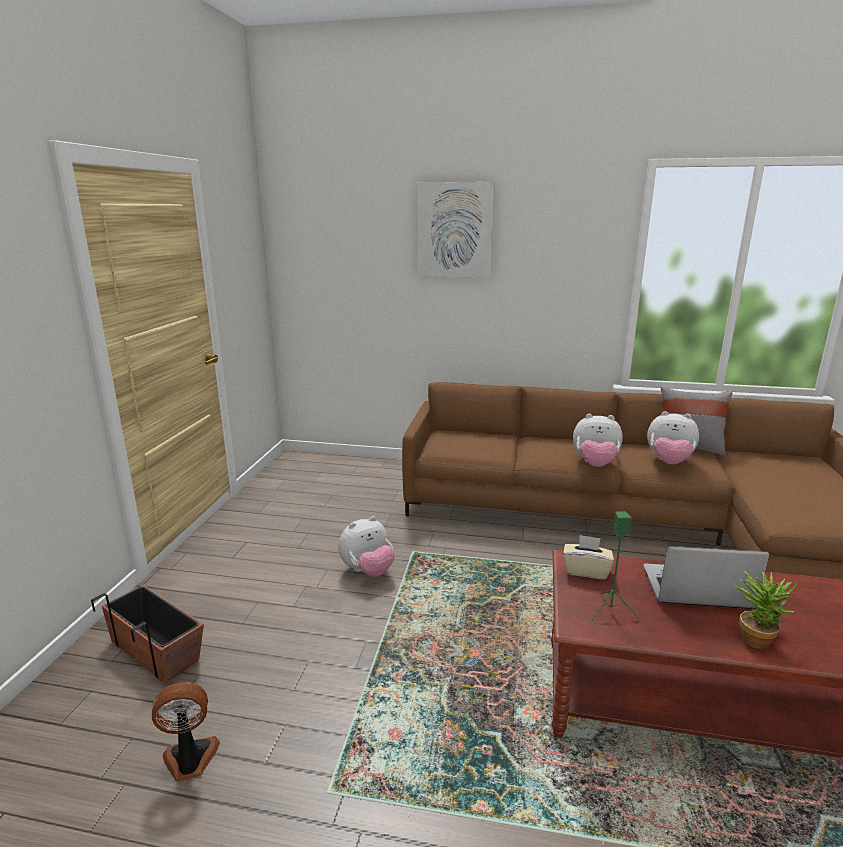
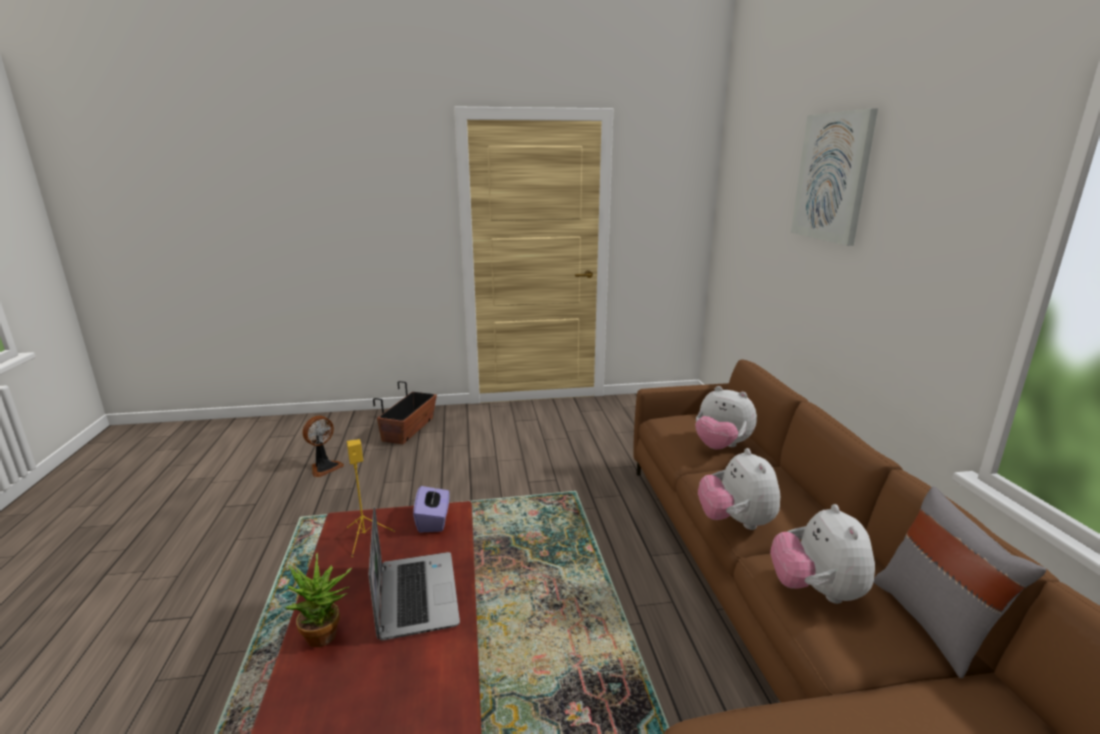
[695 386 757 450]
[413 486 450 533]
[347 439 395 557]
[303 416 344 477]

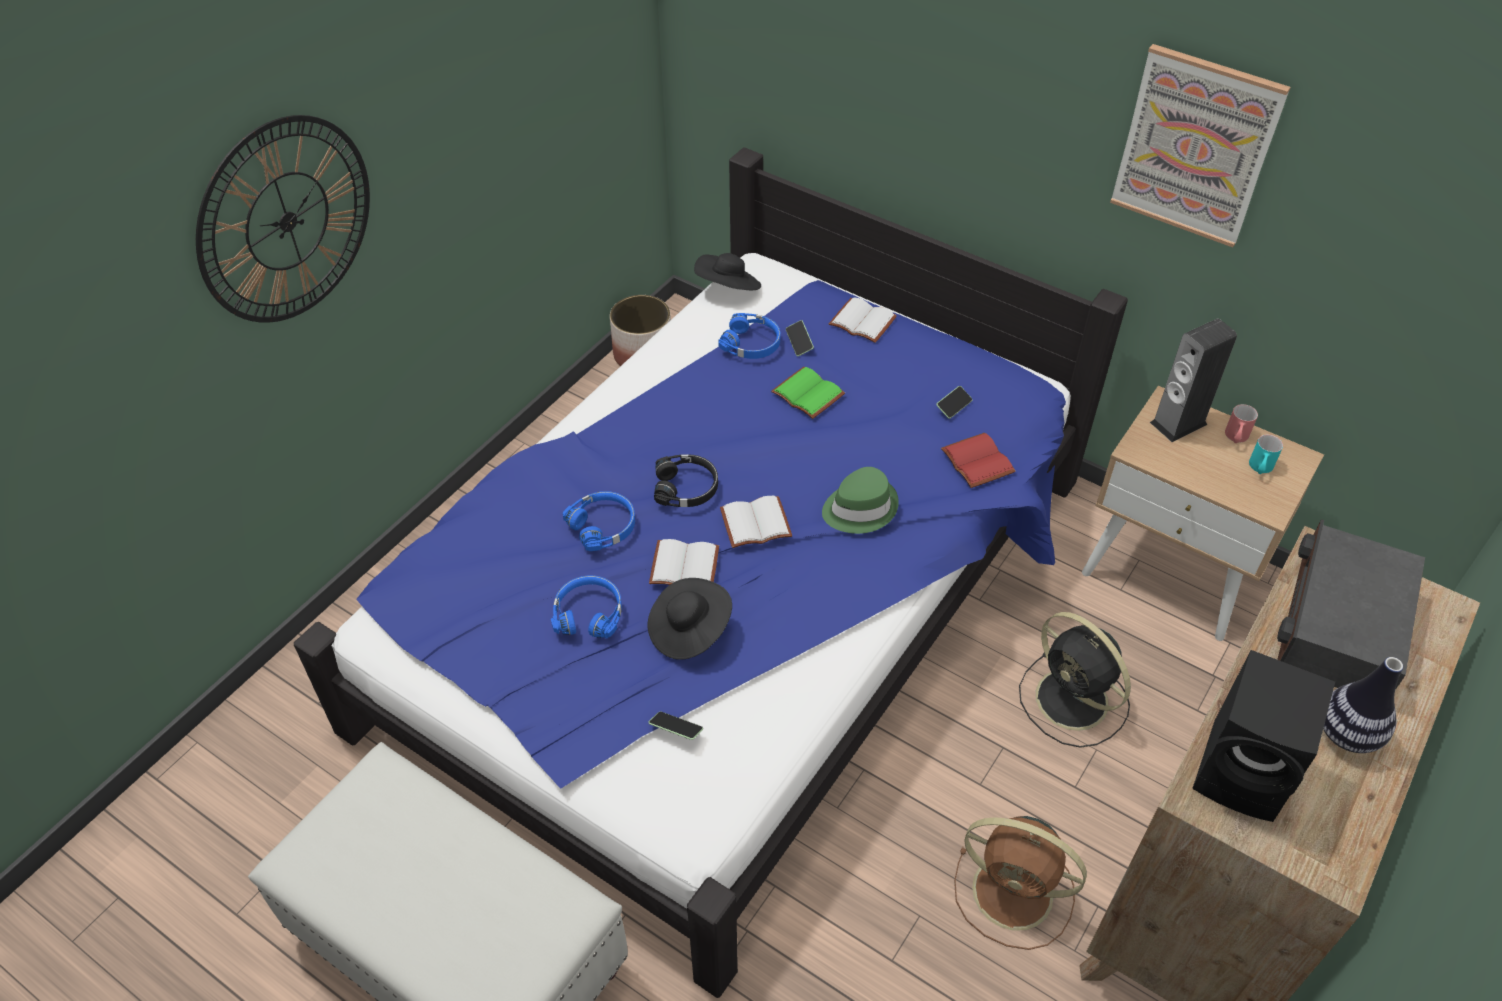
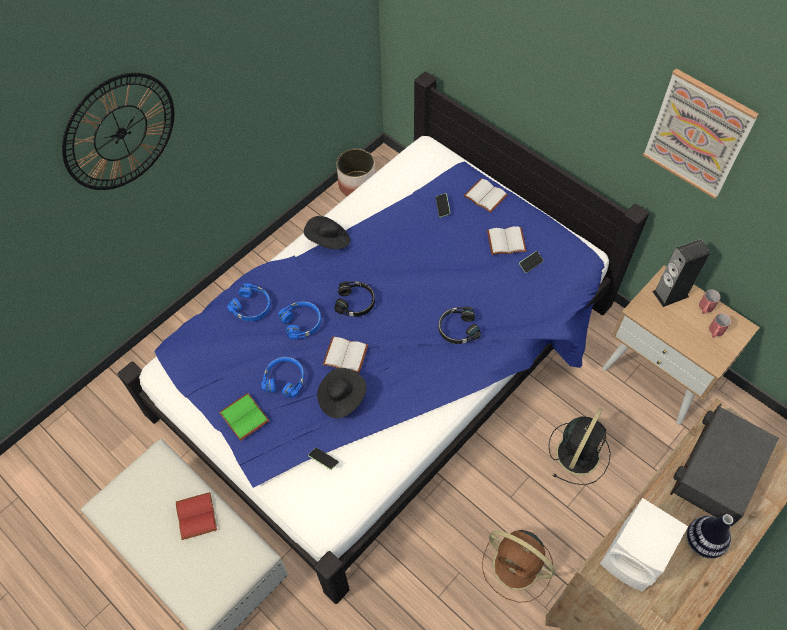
[304 216 350 249]
[227 283 271 321]
[487 226 526 255]
[219 393 269 441]
[176 492 217 540]
[438 307 481 344]
[600 498 688 592]
[709 313 731 338]
[549 408 611 485]

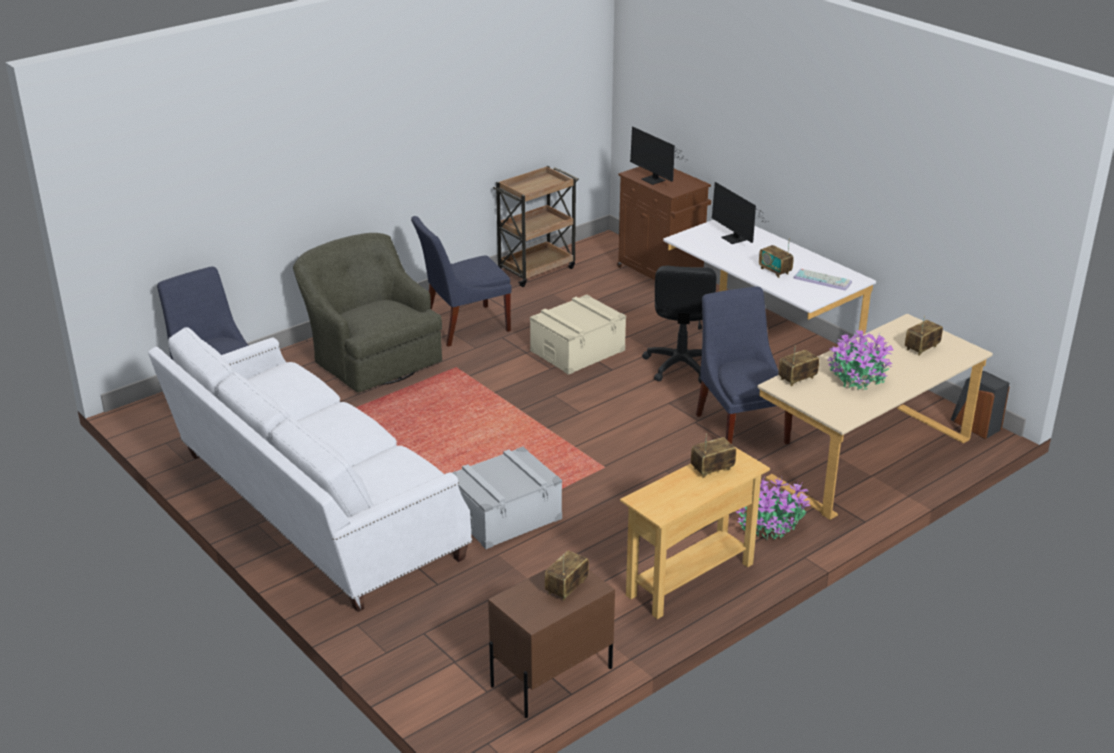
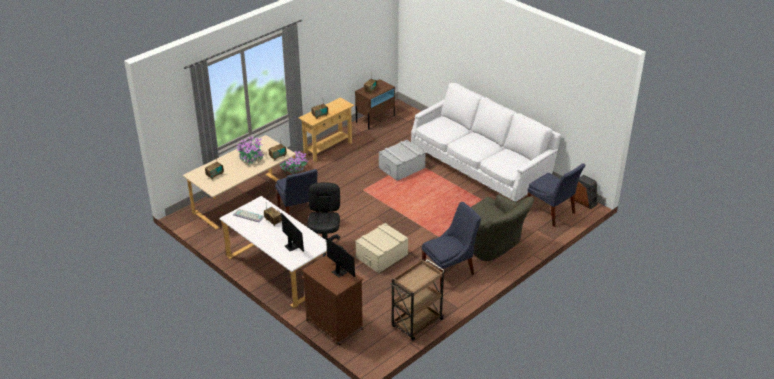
[574 175 597 209]

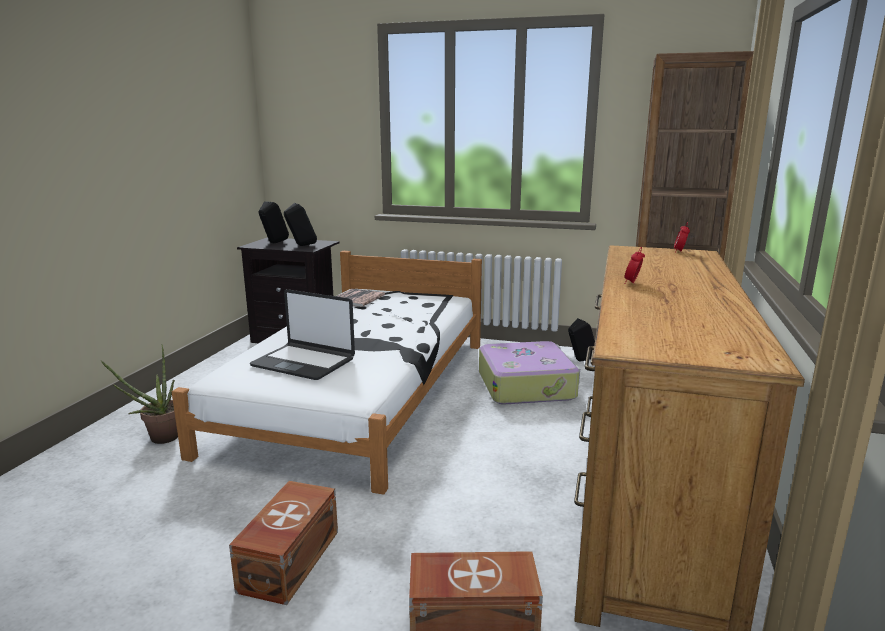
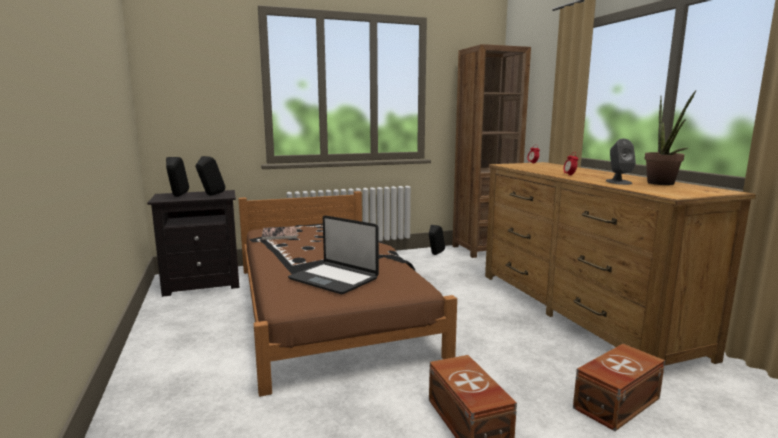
[479 341 580 404] (first image)
[606 139 636 185]
[645 91 696 185]
[238 191 457 397]
[288 215 379 294]

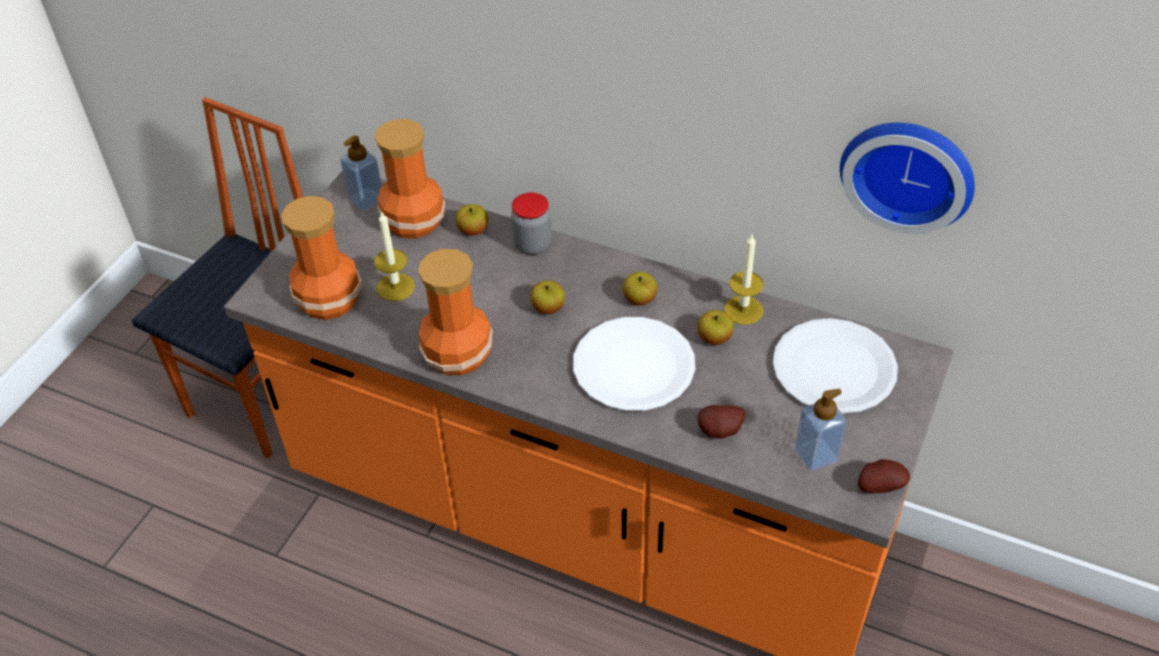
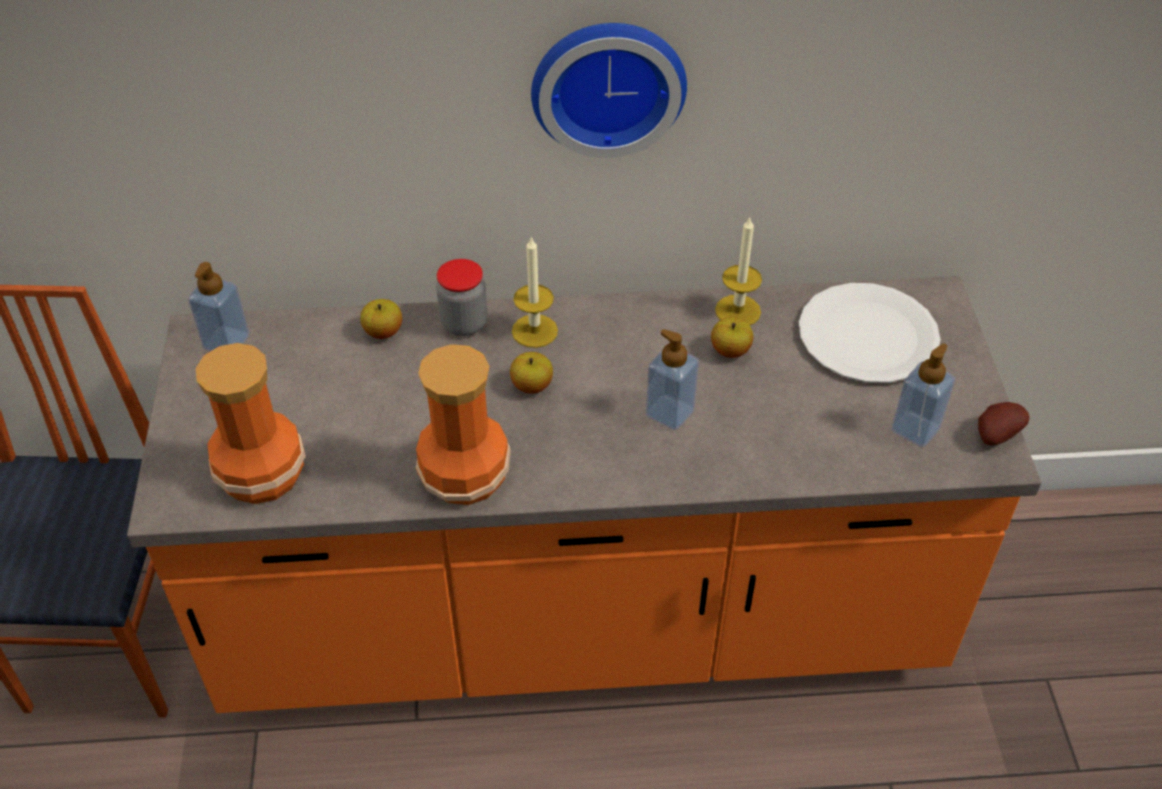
[375 119 445 238] (first image)
[623 272 657 305] (first image)
[697 405 746 439] (first image)
[512 236 558 348]
[531 23 687 158]
[646 329 699 430]

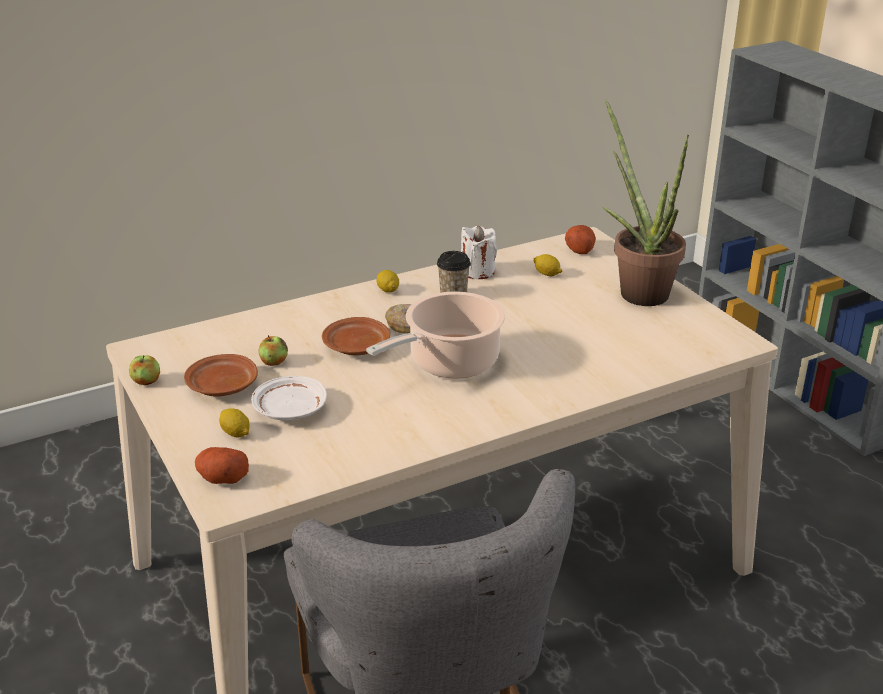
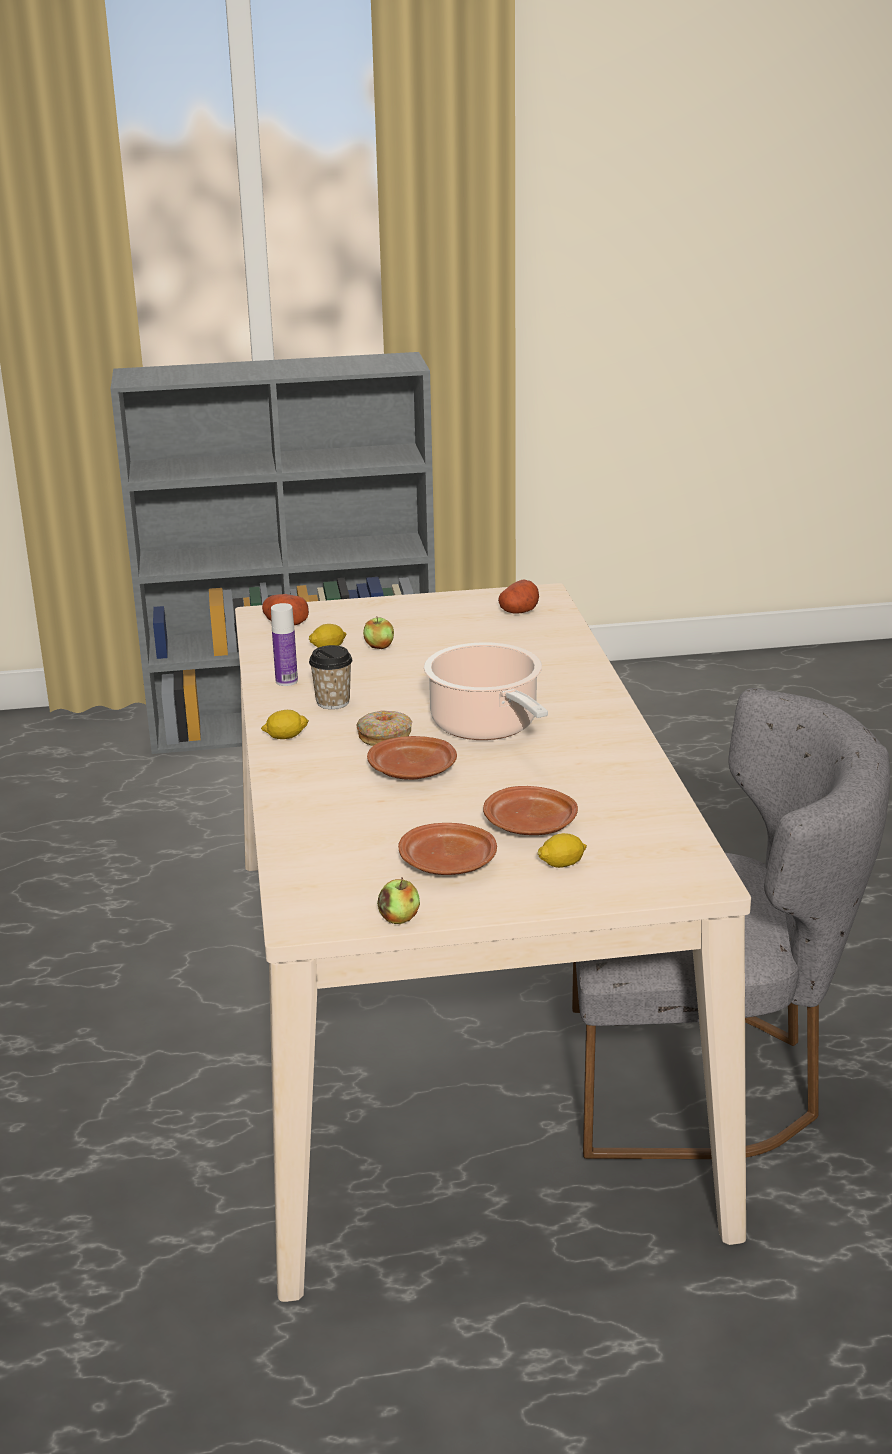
[602 99 689 306] (first image)
[498 579 539 614]
[363 616 394 649]
[271 603 298 686]
[483 786 578 835]

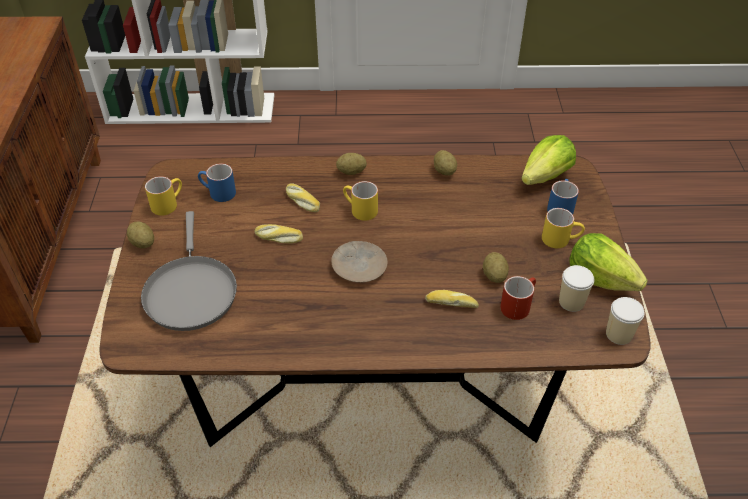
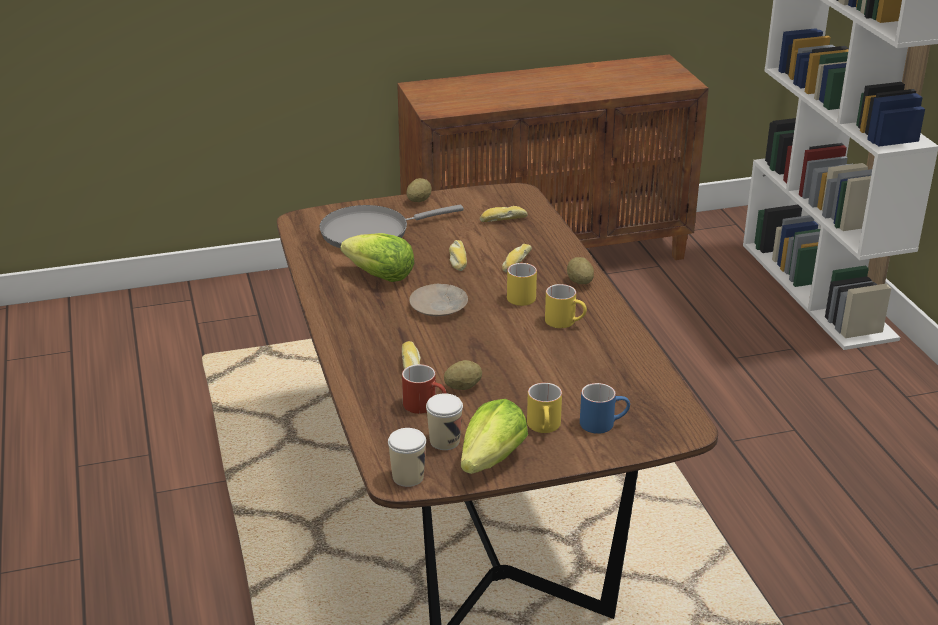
[434 150 457 176] (first image)
[545 284 587 328]
[340 233 414 282]
[480 206 528 222]

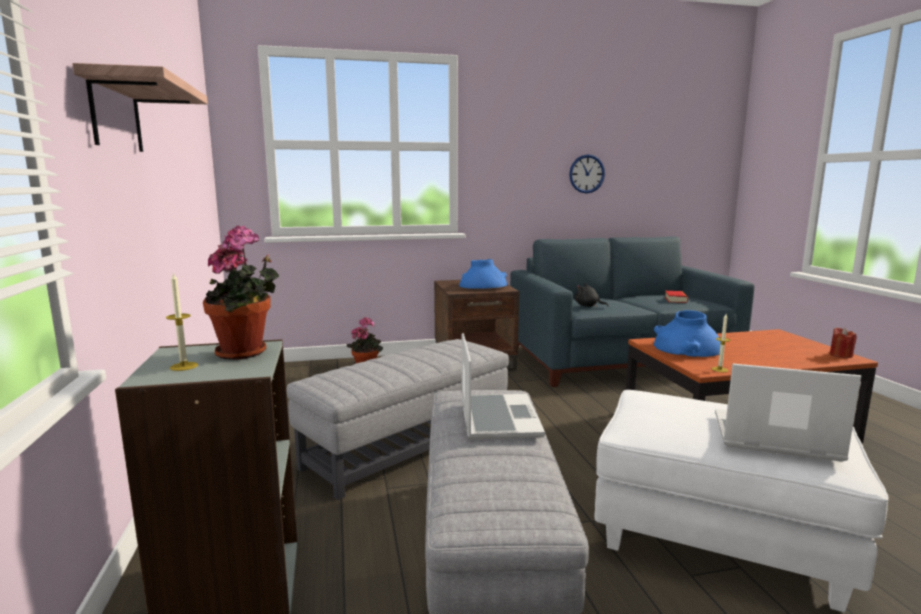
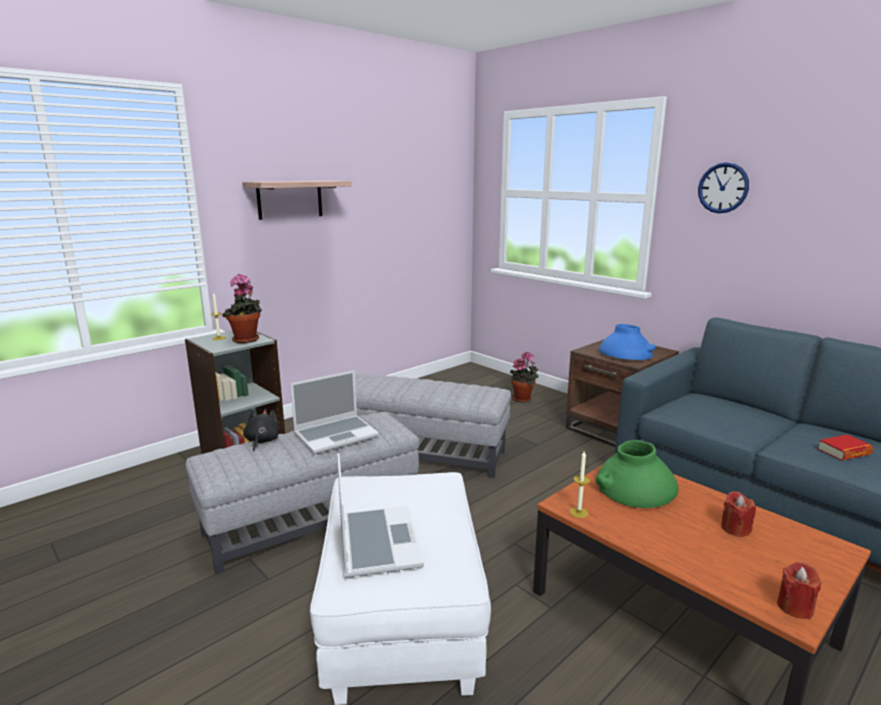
[721 491 756 537]
[698 162 749 213]
[243 409 279 452]
[596 440 678 508]

